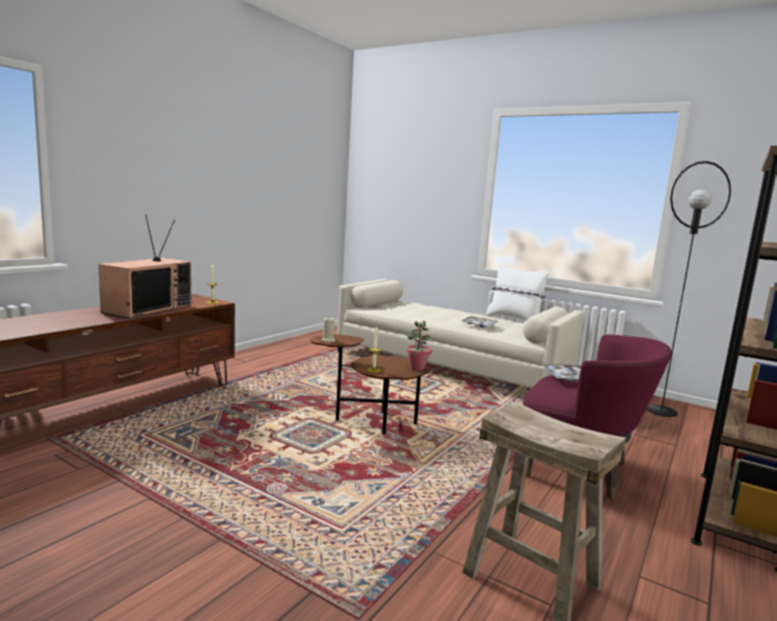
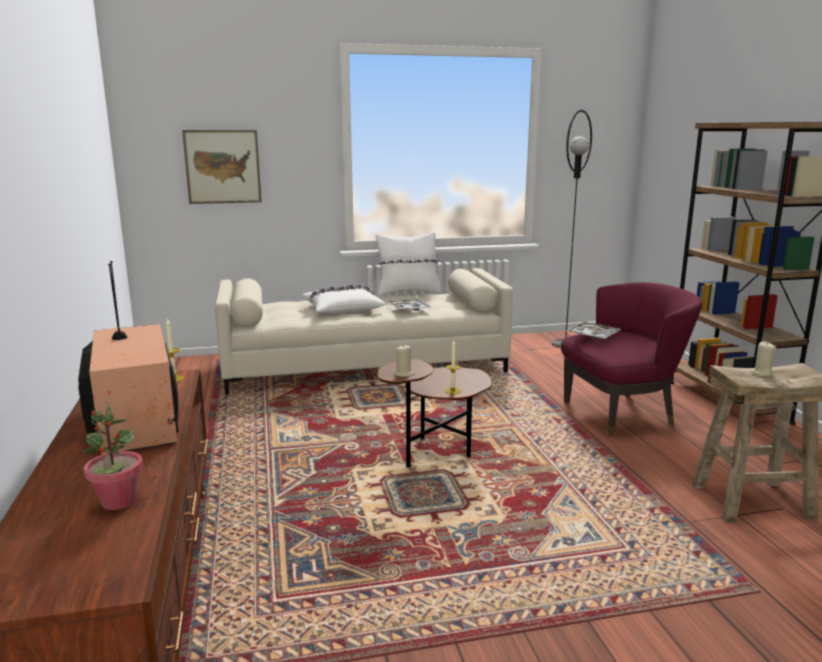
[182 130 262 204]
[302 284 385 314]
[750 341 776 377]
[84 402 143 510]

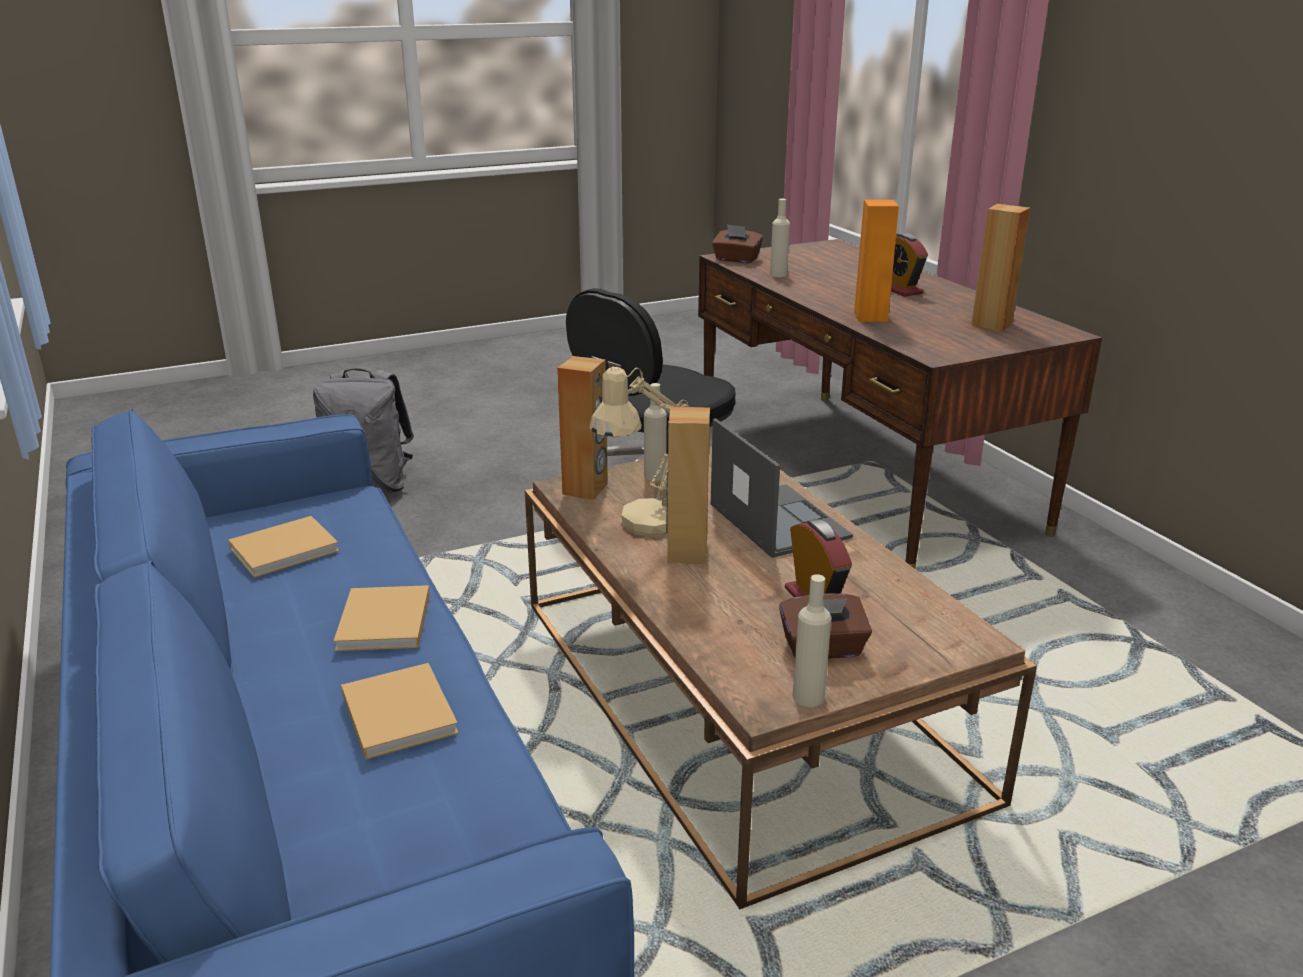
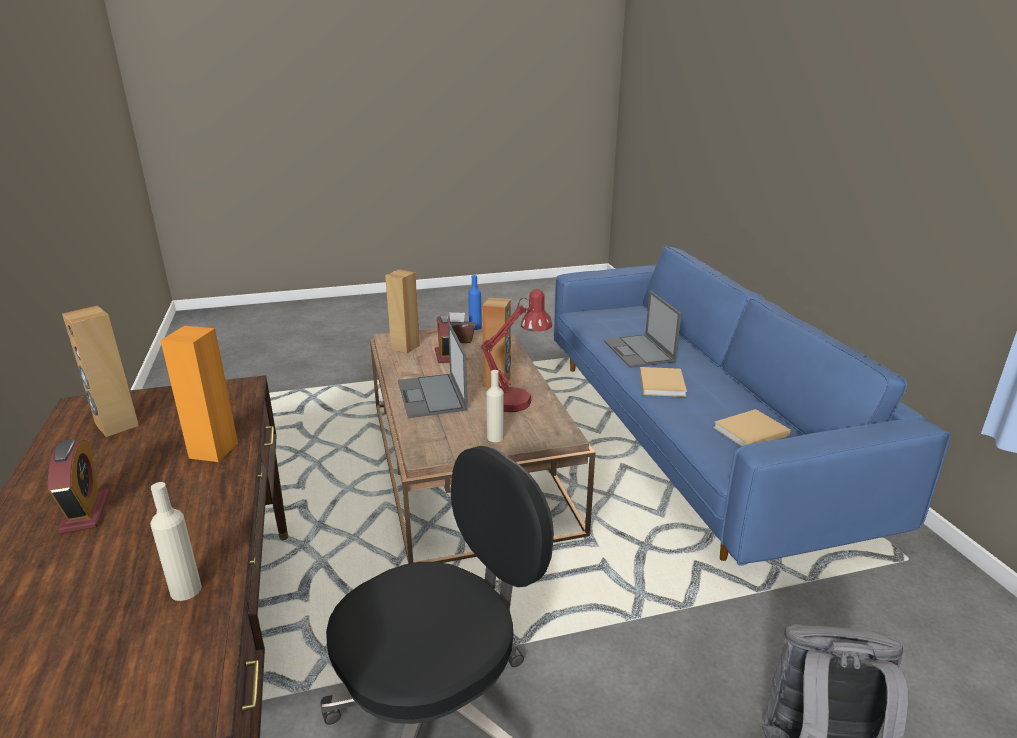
[712 224 763 263] (first image)
[385 269 420 354]
[604 291 682 368]
[481 289 552 412]
[468 275 482 330]

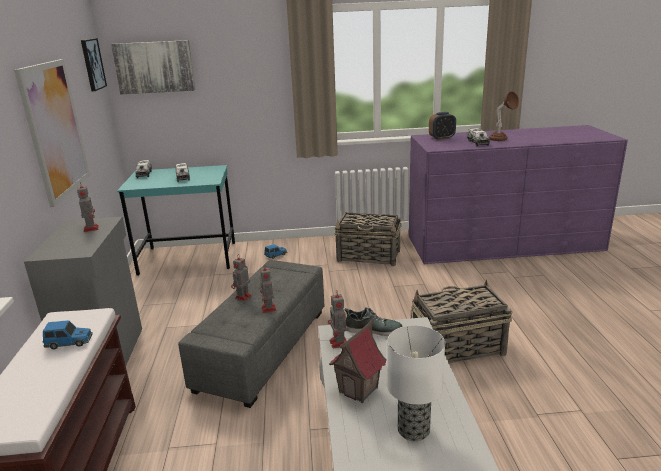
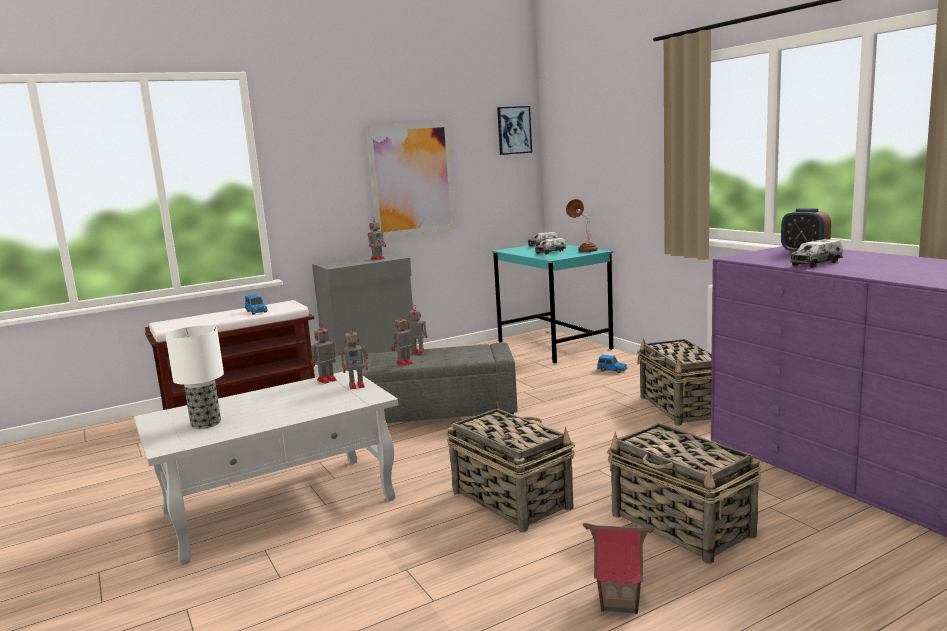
[111 40 196 94] (first image)
[607 423 761 564]
[583 523 654 614]
[566 199 598 252]
[340 326 368 389]

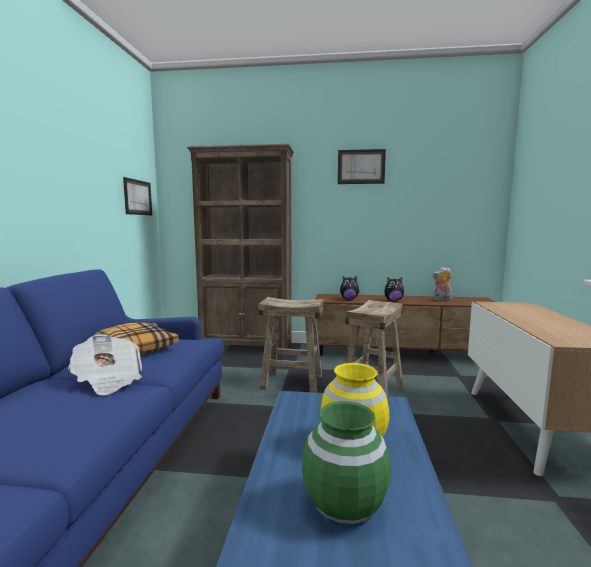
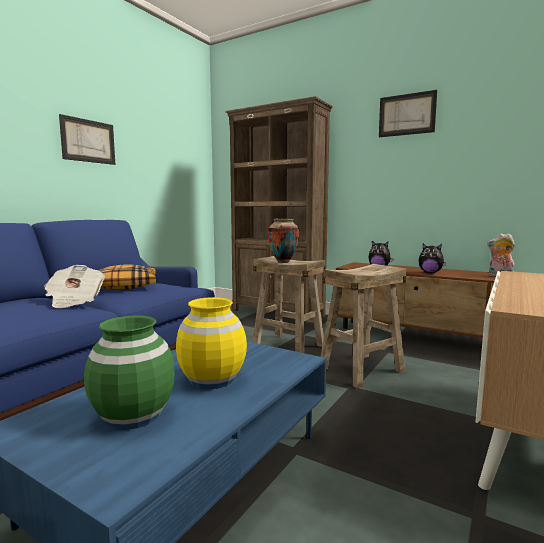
[268 219 299 263]
[59 114 115 165]

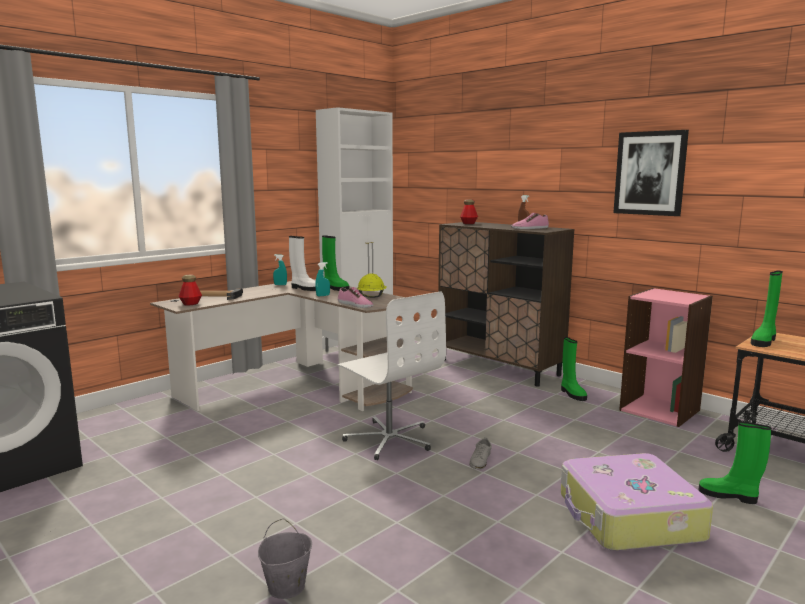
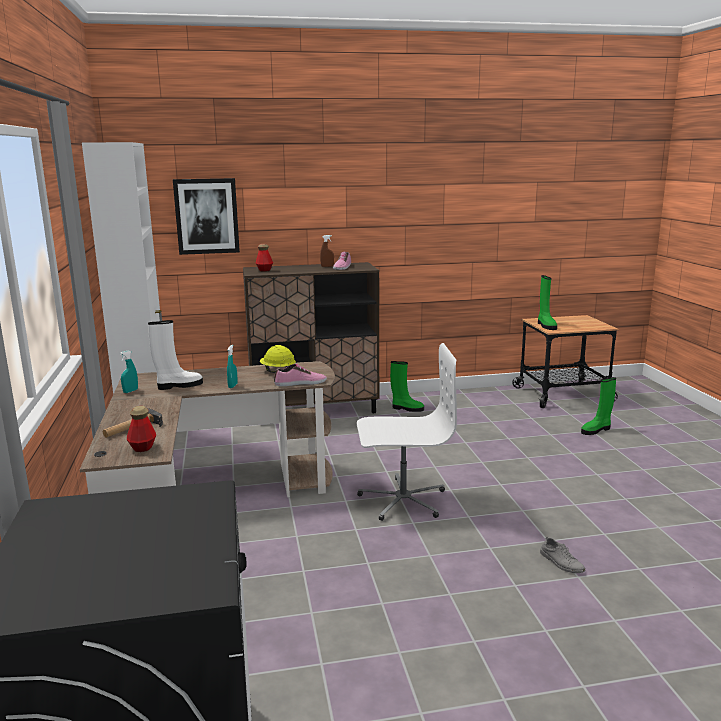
[258 518 312 599] (first image)
[322 235 350 291] (first image)
[561 453 713 551] (first image)
[619 288 713 427] (first image)
[540 537 585 573]
[173 178 240 255]

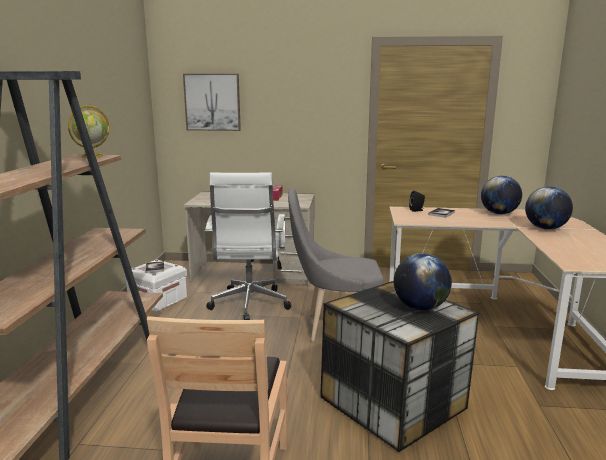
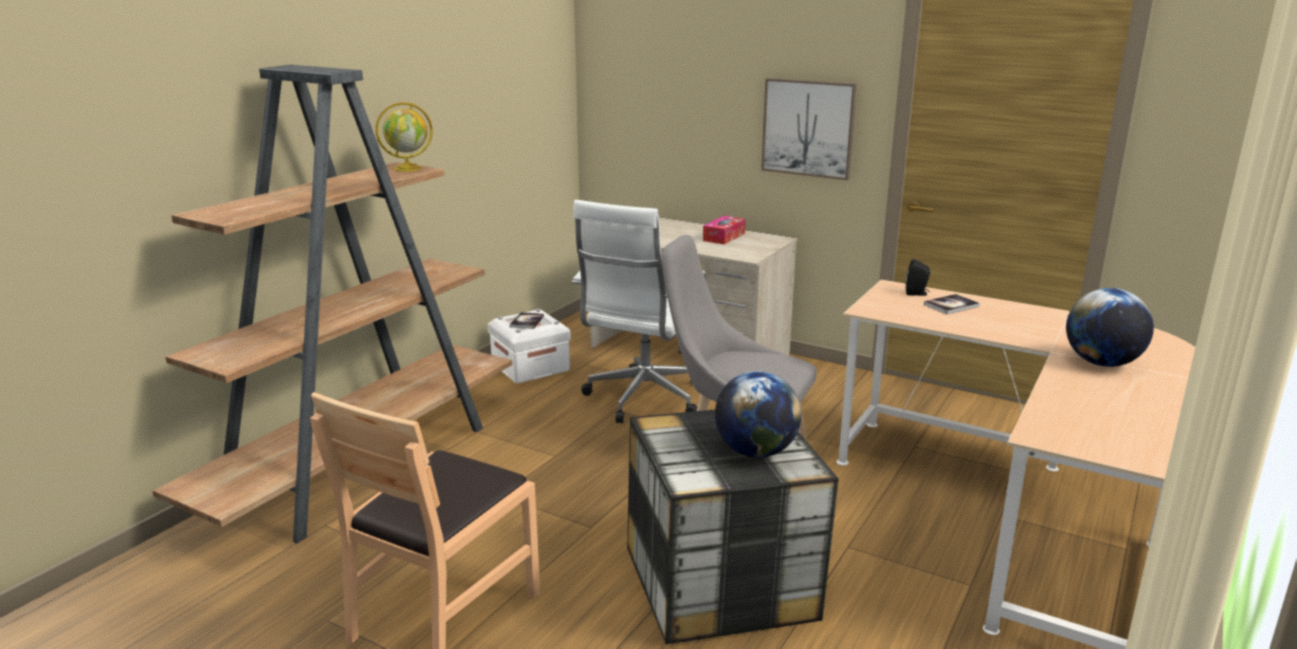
[481 176 522 214] (first image)
[761 78 857 180]

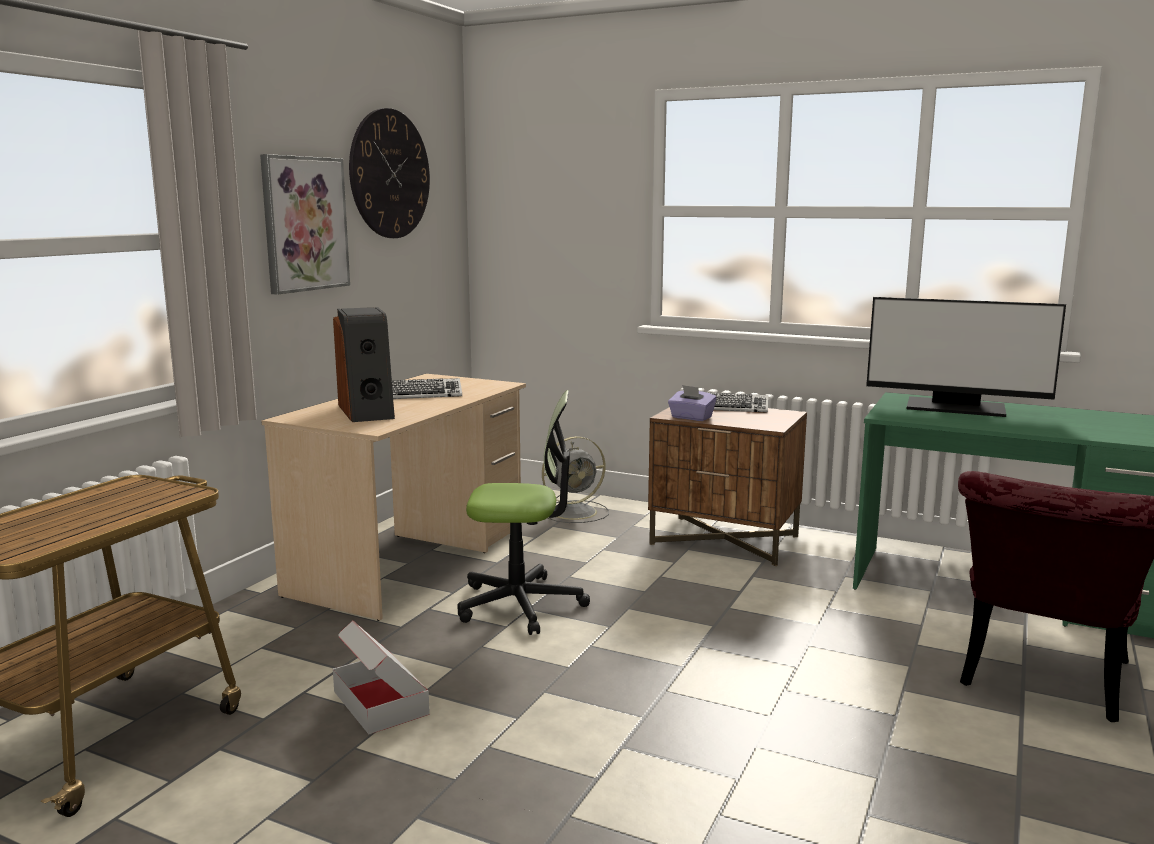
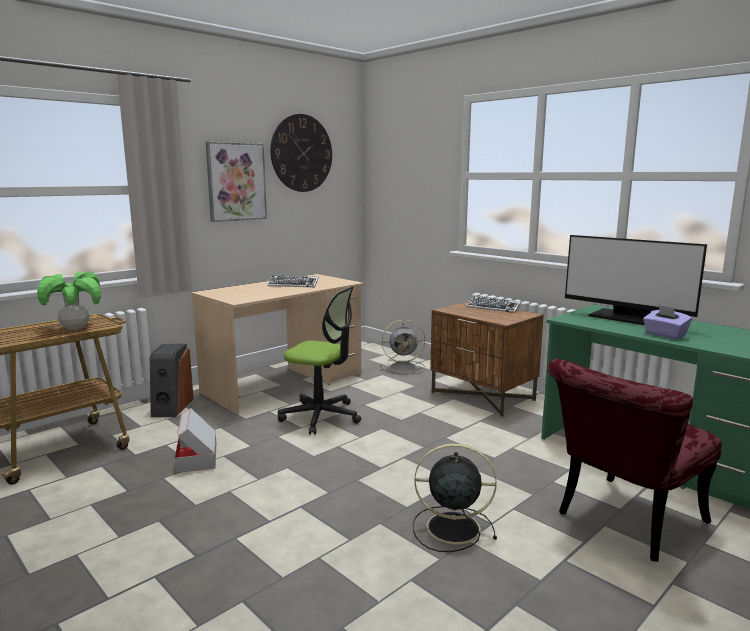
[37 272 101 330]
[413 443 497 552]
[150 344 194 417]
[643 305 692 339]

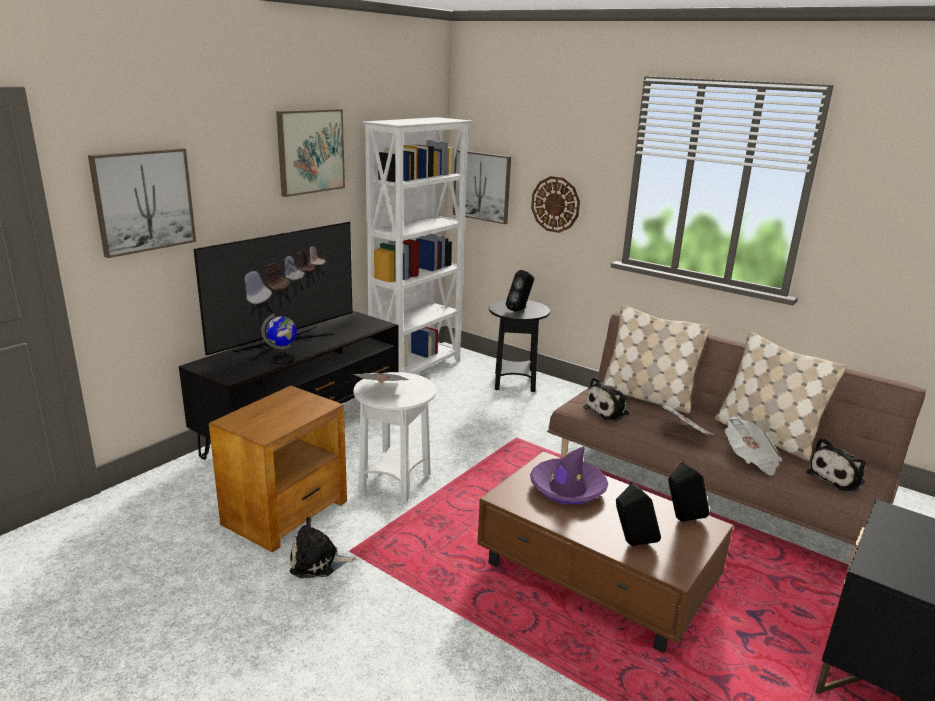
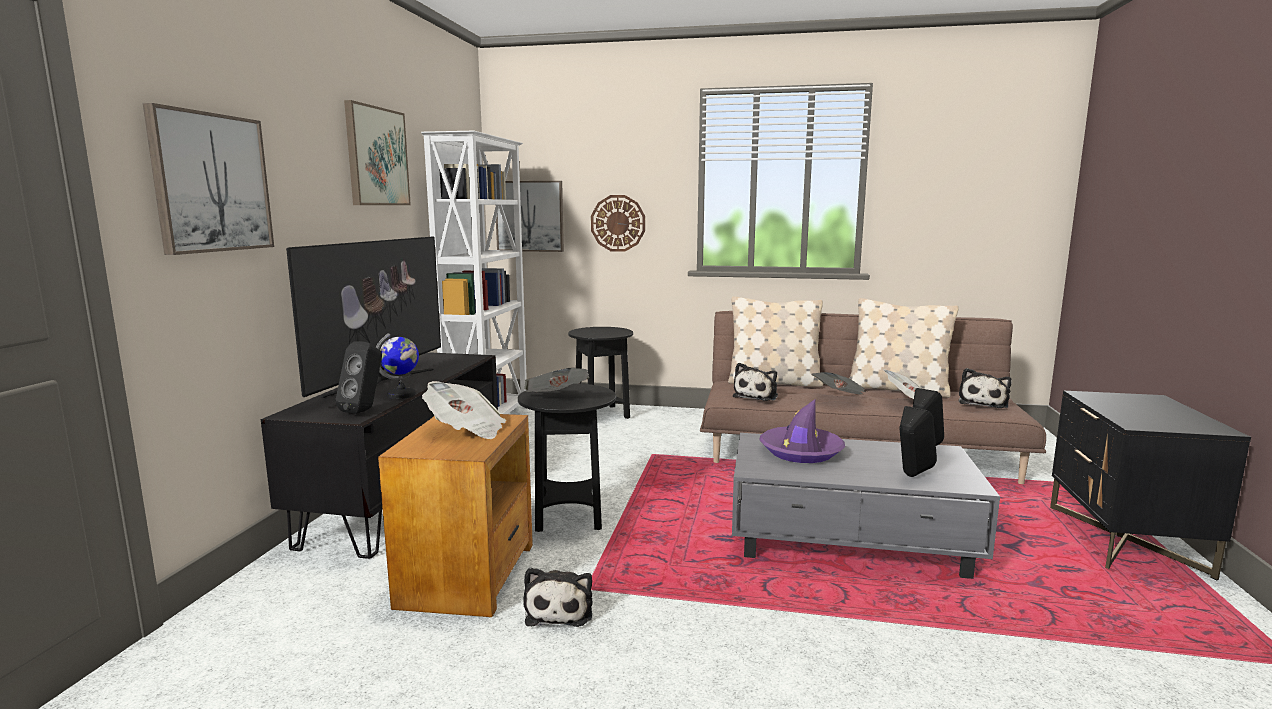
[422 381 506 439]
[335 341 382 414]
[518 384 616 532]
[732 433 1000 579]
[524 567 592 627]

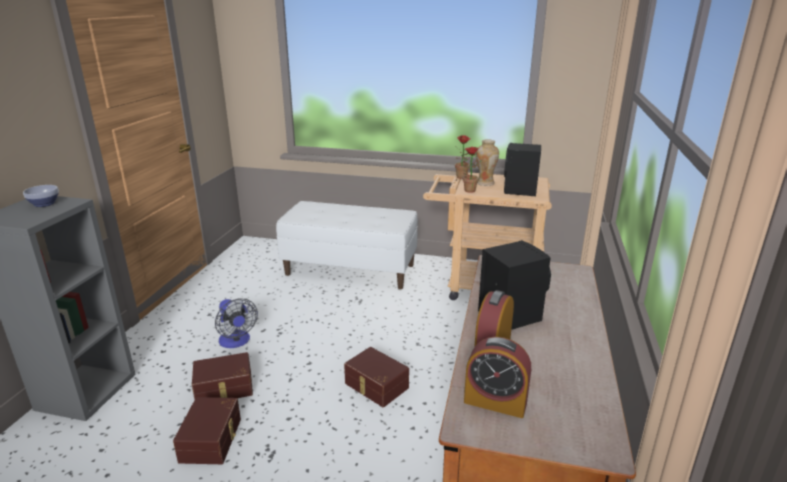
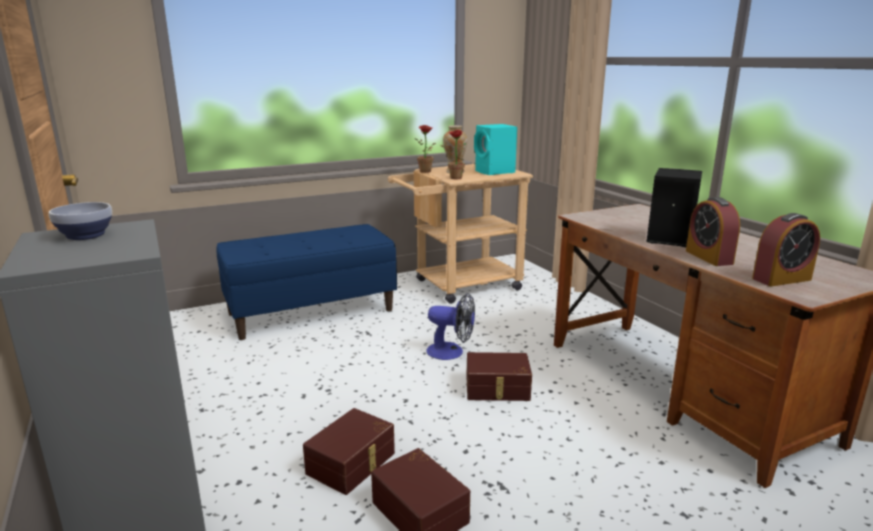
[426 293 475 360]
[216 224 397 340]
[474 124 517 175]

